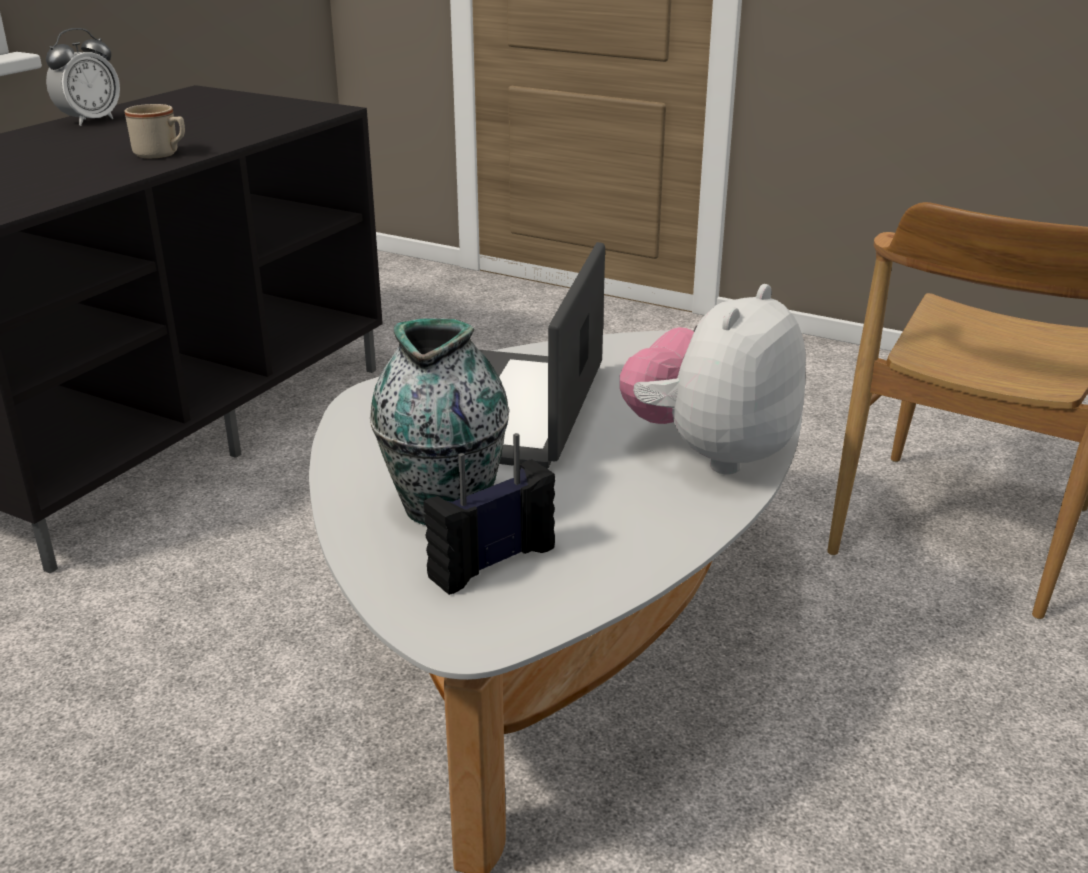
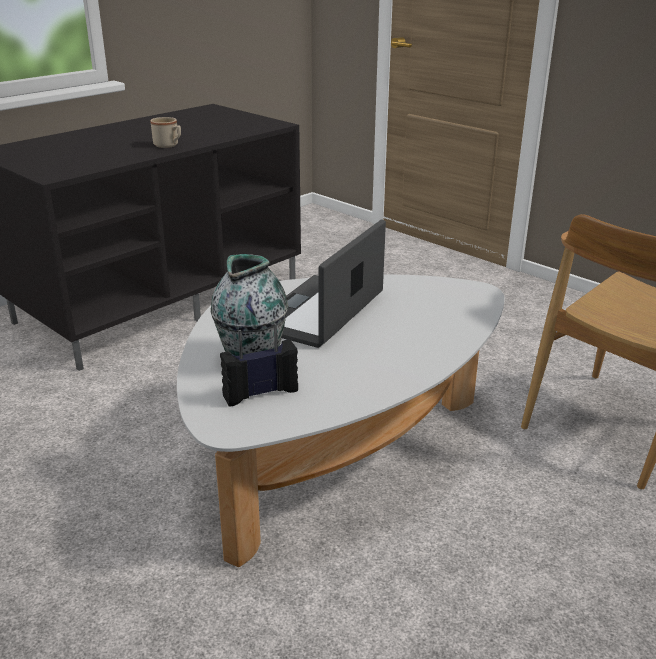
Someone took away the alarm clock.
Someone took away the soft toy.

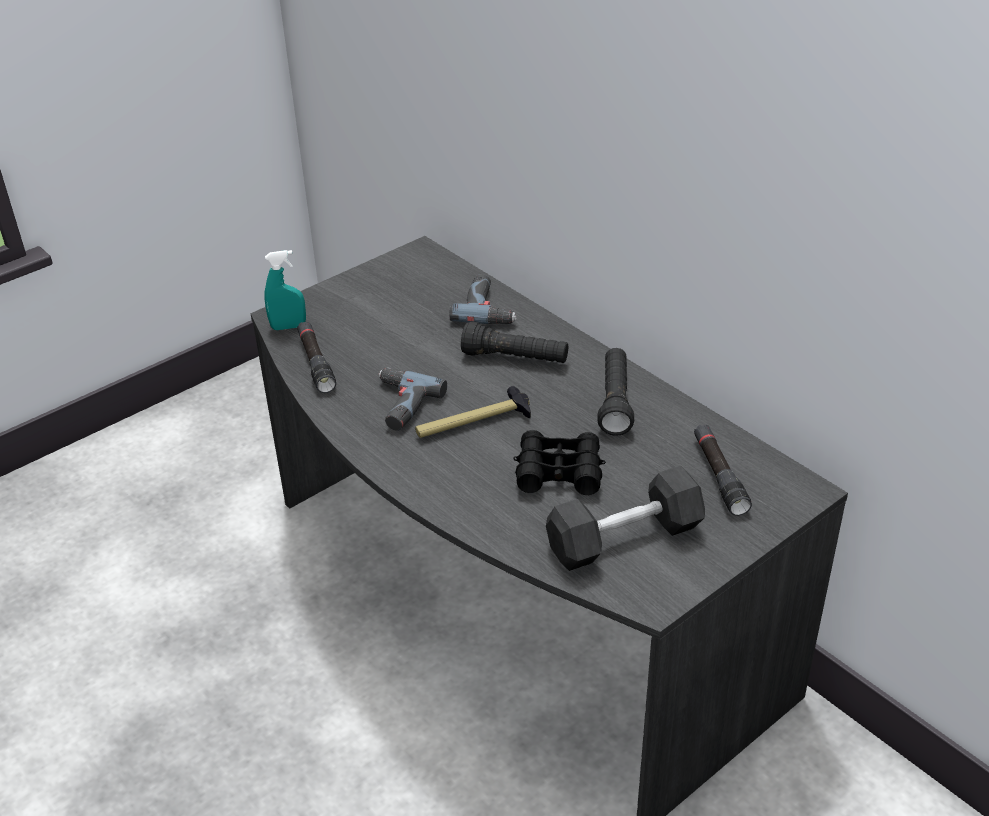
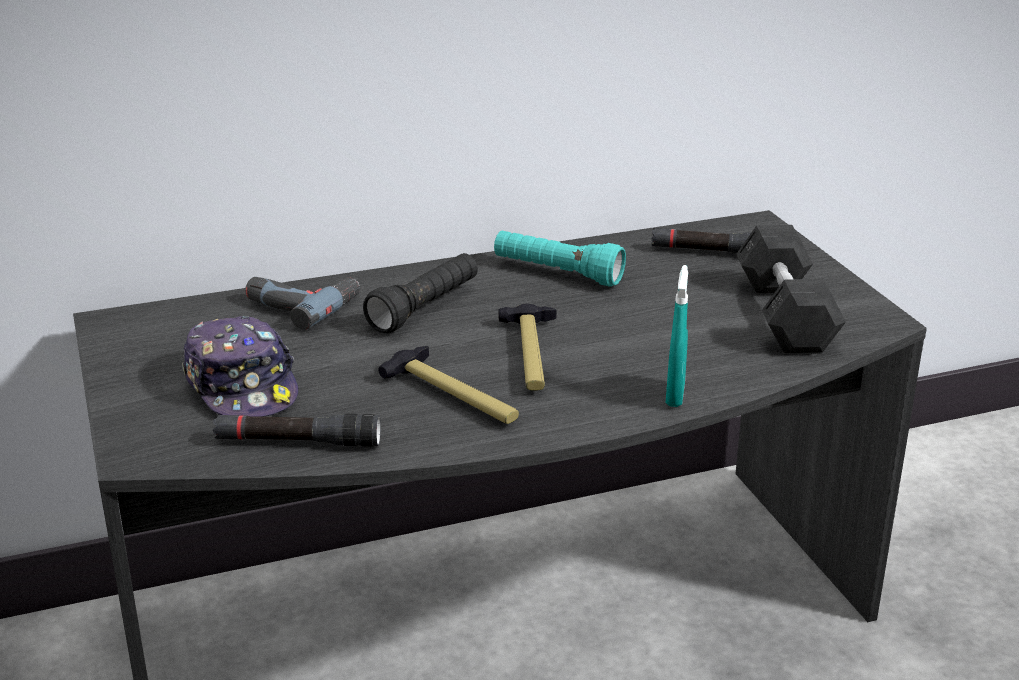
Someone carried the blue-green sprayer.
Someone swapped the drill (1st from left) for the hammer (1st from left).
Someone took away the black field glasses.
Someone repainted the black flashlight (3rd from left), which became the blue-green flashlight.
Someone put down the baseball cap.

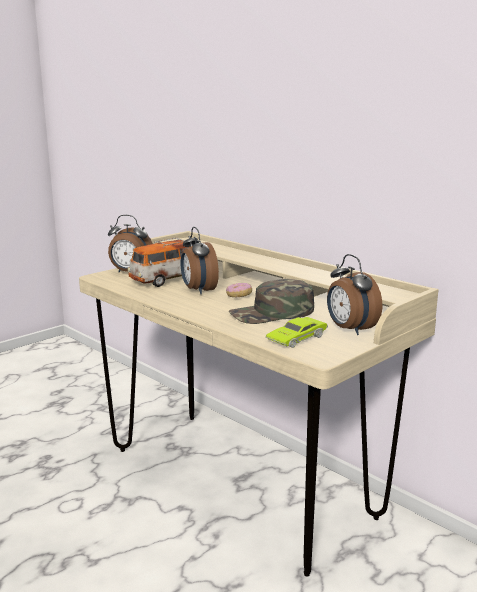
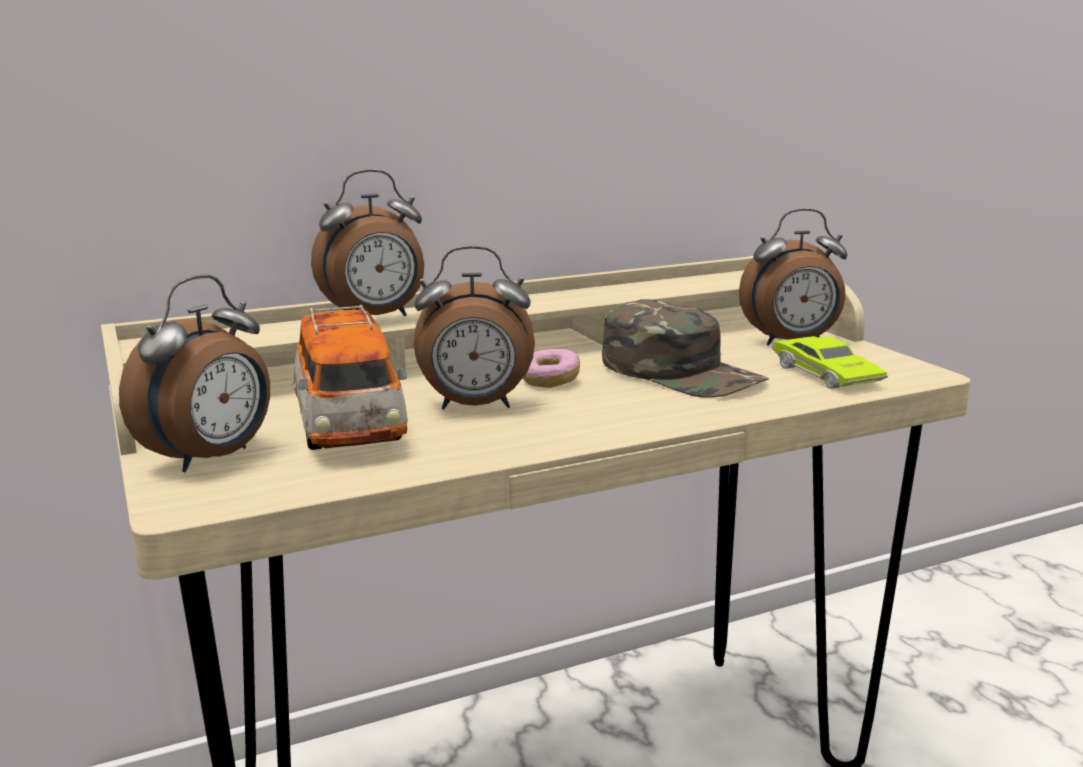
Someone rotated the green baseball cap by 45 degrees counterclockwise.
Someone put down the alarm clock (2nd from left).

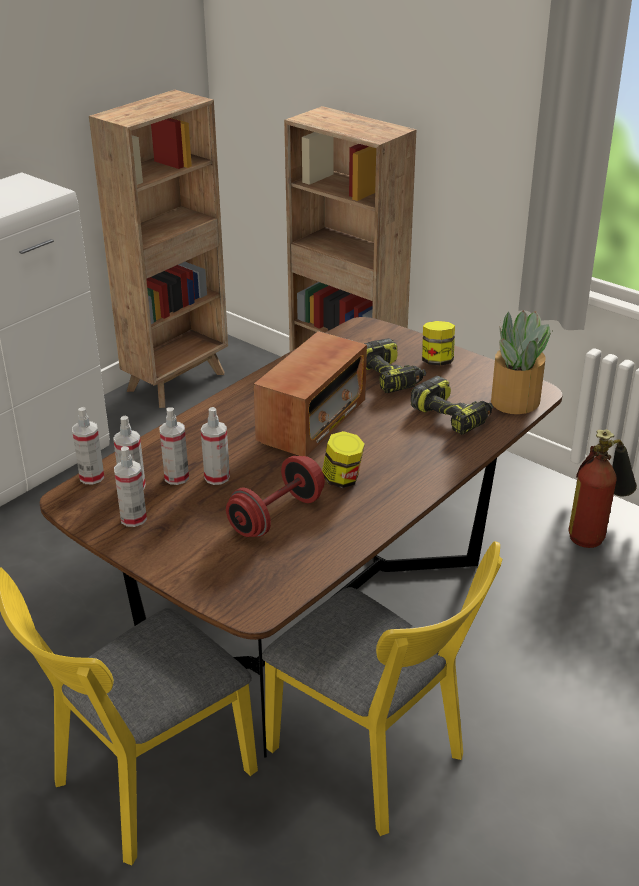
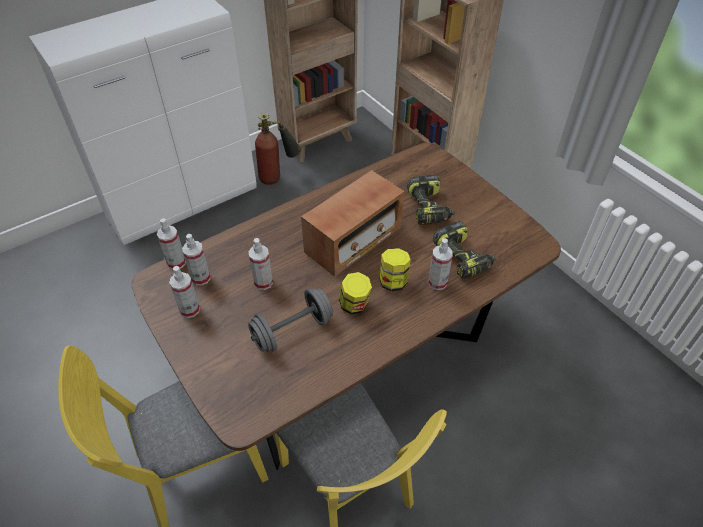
Someone carried the sprayer (4th from left in the first image).
Someone repainted the red-coloured free weight, which became the grey free weight.
Someone carried the storage jar (2nd from left).
Someone took away the plant in a pot.
Someone carried the fire-fighting cylinder.

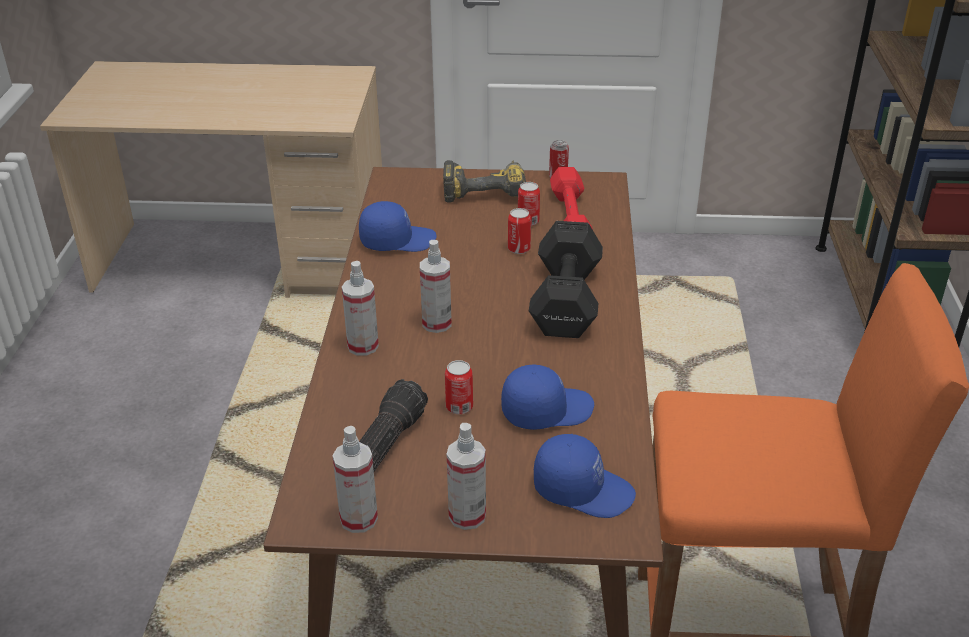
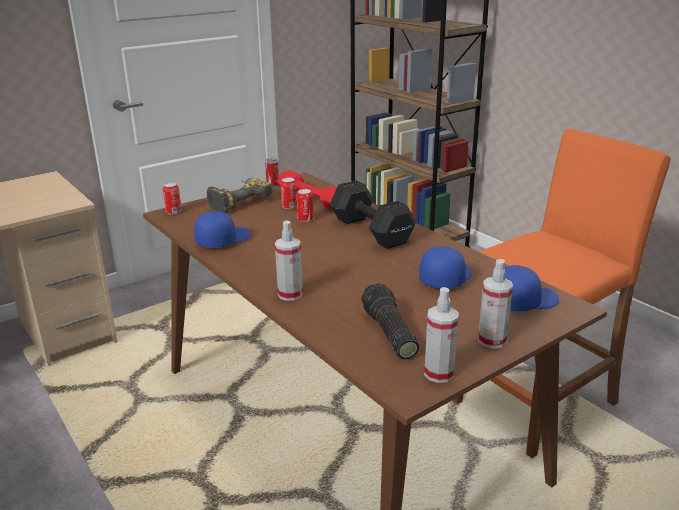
Someone took away the sprayer (3rd from left).
Someone carried the can (1st from left).

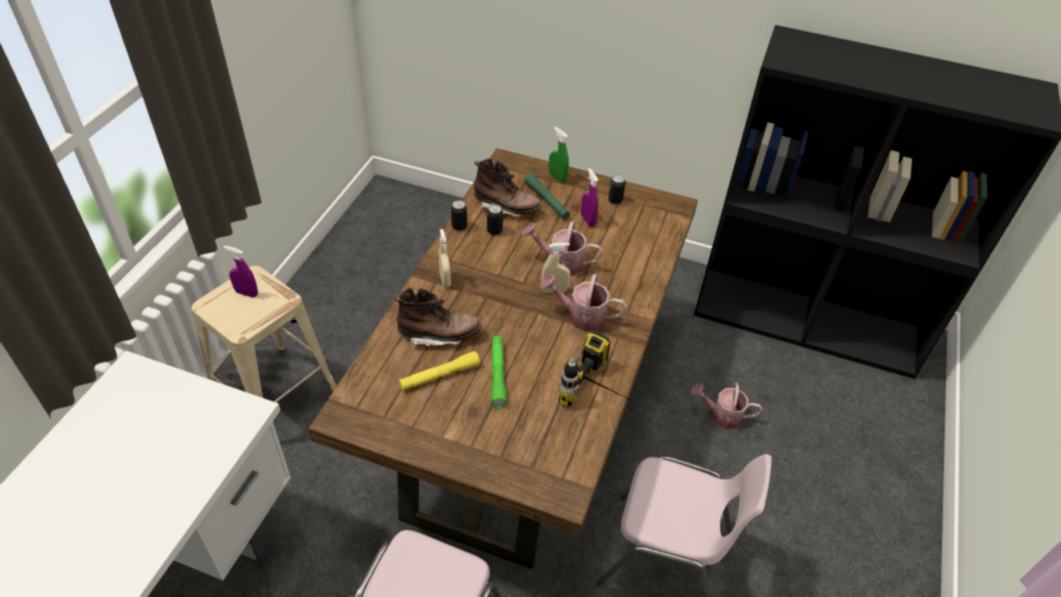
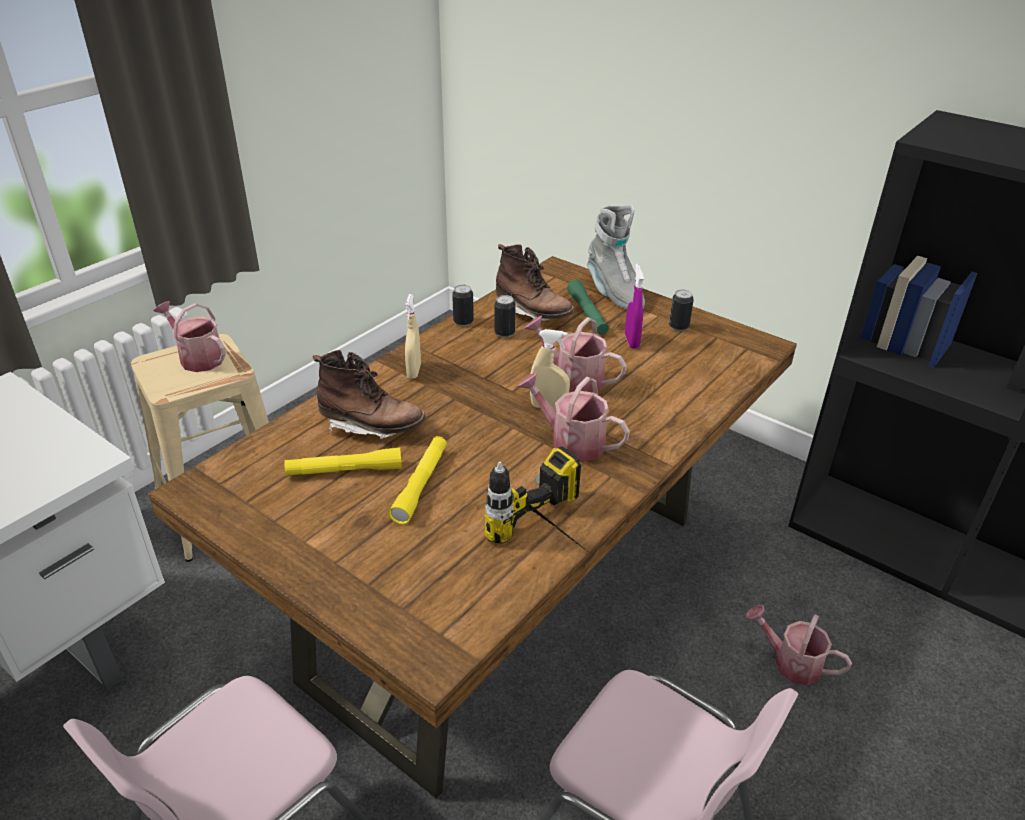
Someone swapped the purple sprayer (1st from left) for the sprinkling can (1st from left).
Someone repainted the green flashlight (1st from left), which became the yellow flashlight (2nd from left).
Someone swapped the green sprayer for the grey high-top boot.

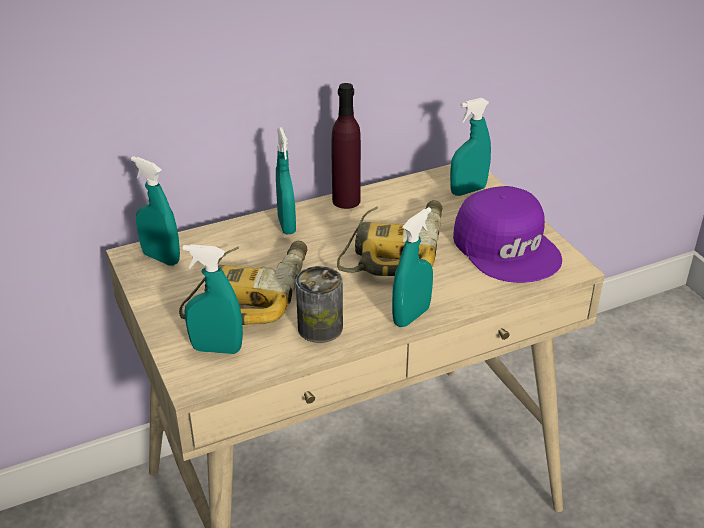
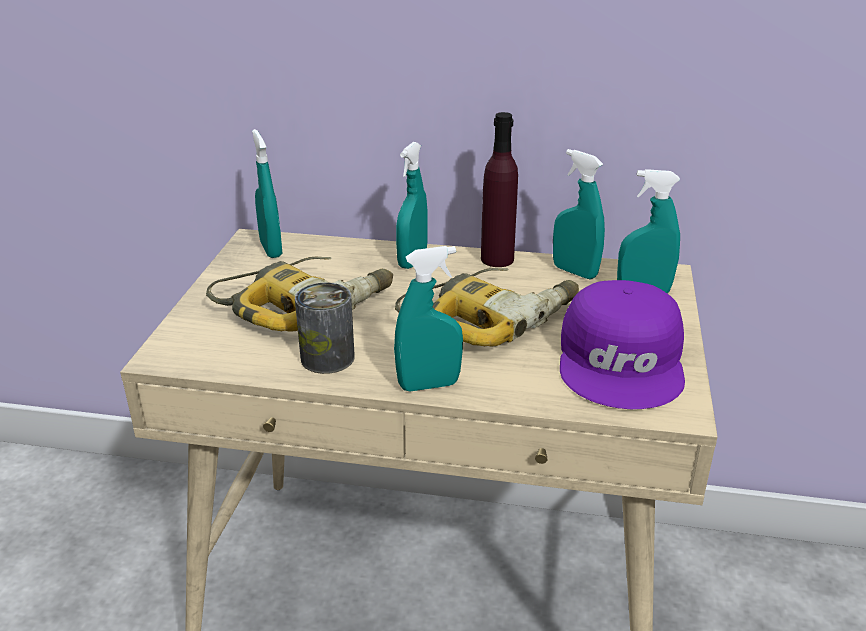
Someone carried the blue-green sprayer (2nd from left in the first image).

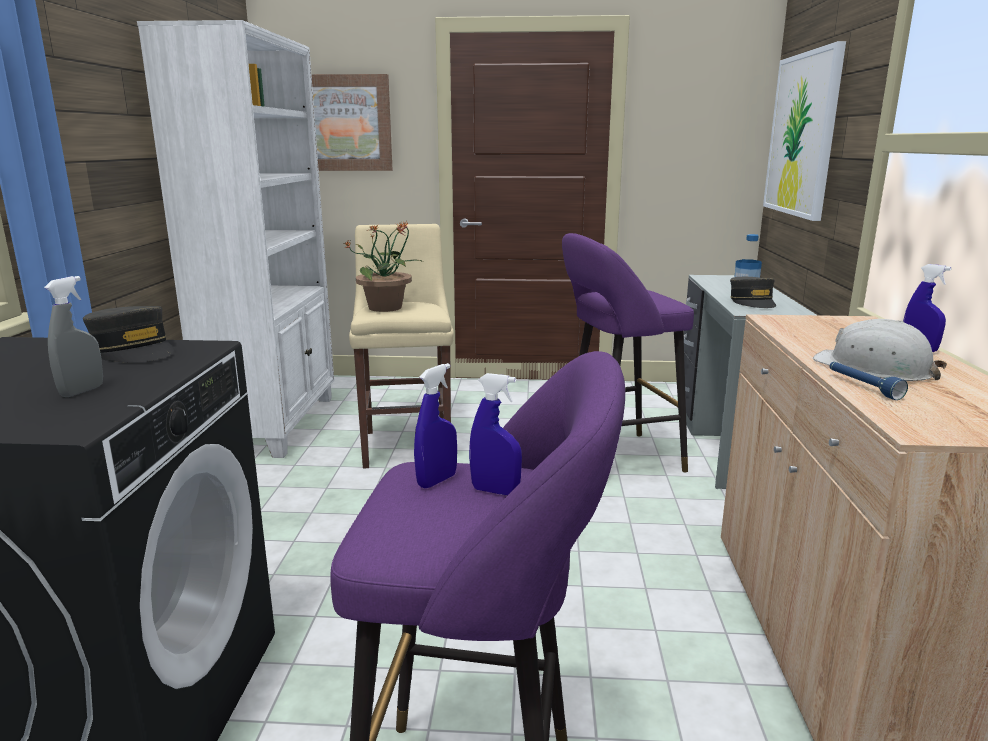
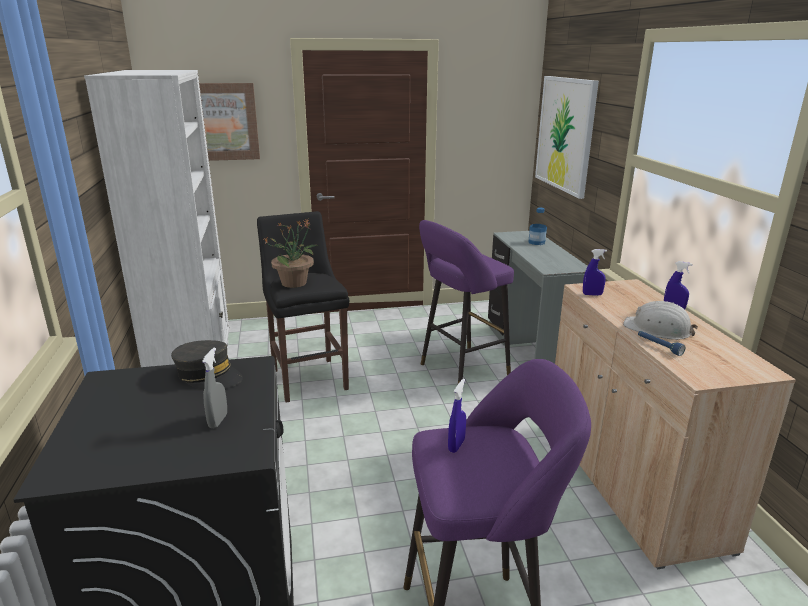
Someone repainted the beige stool seat, which became the black stool seat.
Someone carried the blue-coloured sprayer (2nd from left).
Someone took away the grey baseball cap (2nd from left).

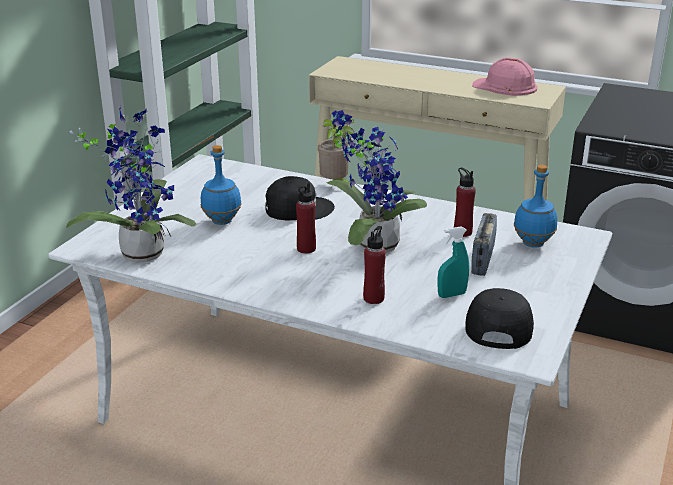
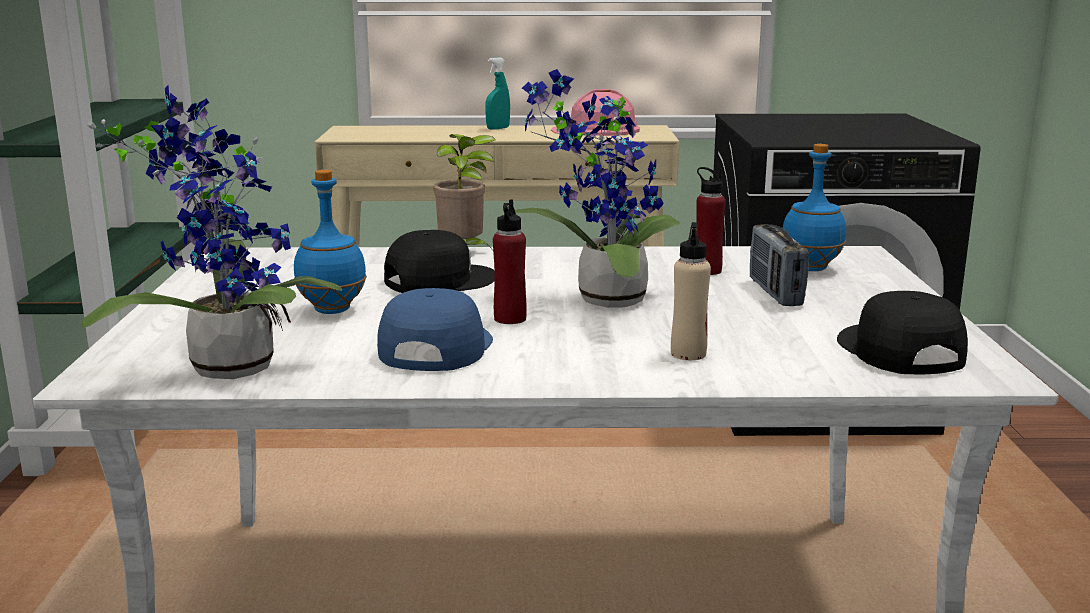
Someone repainted the red-coloured beverage bottle (2nd from left), which became the beige beverage bottle.
Someone carried the blue-green sprayer.
Someone put down the blue-coloured baseball cap.

